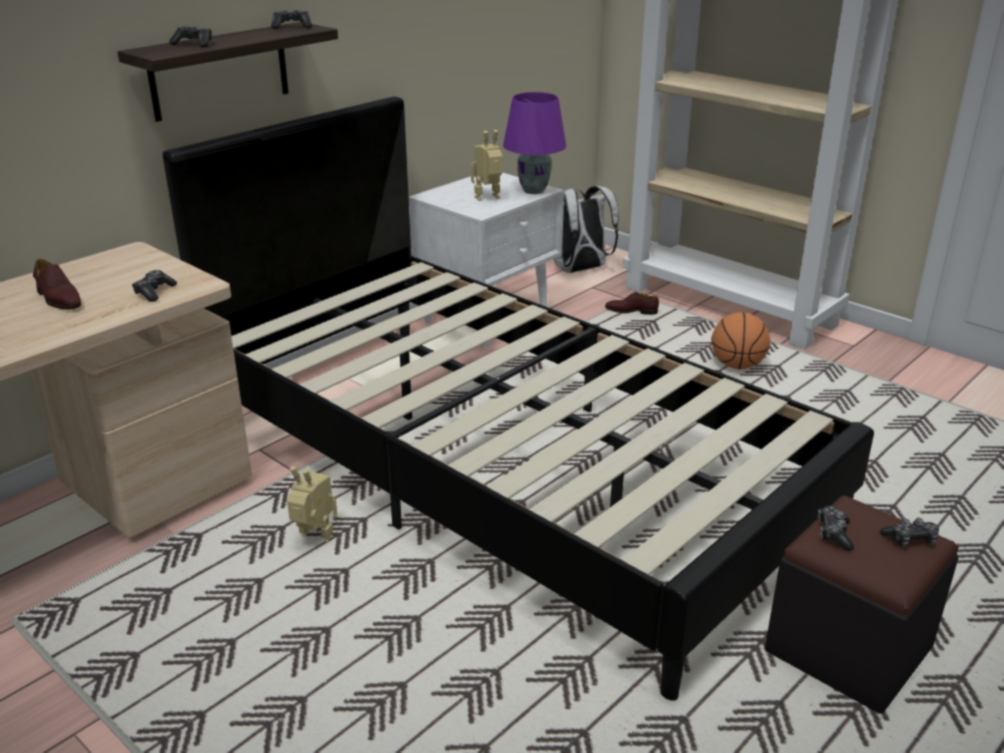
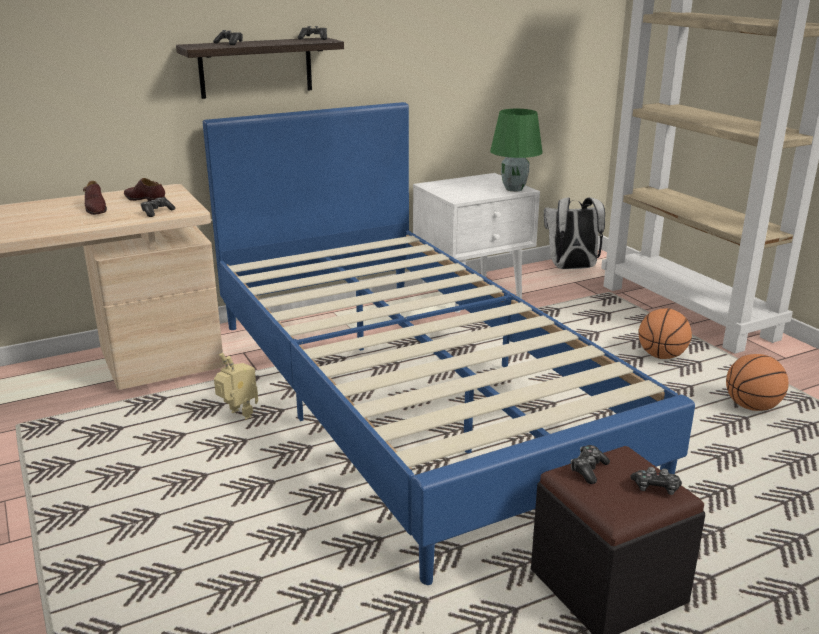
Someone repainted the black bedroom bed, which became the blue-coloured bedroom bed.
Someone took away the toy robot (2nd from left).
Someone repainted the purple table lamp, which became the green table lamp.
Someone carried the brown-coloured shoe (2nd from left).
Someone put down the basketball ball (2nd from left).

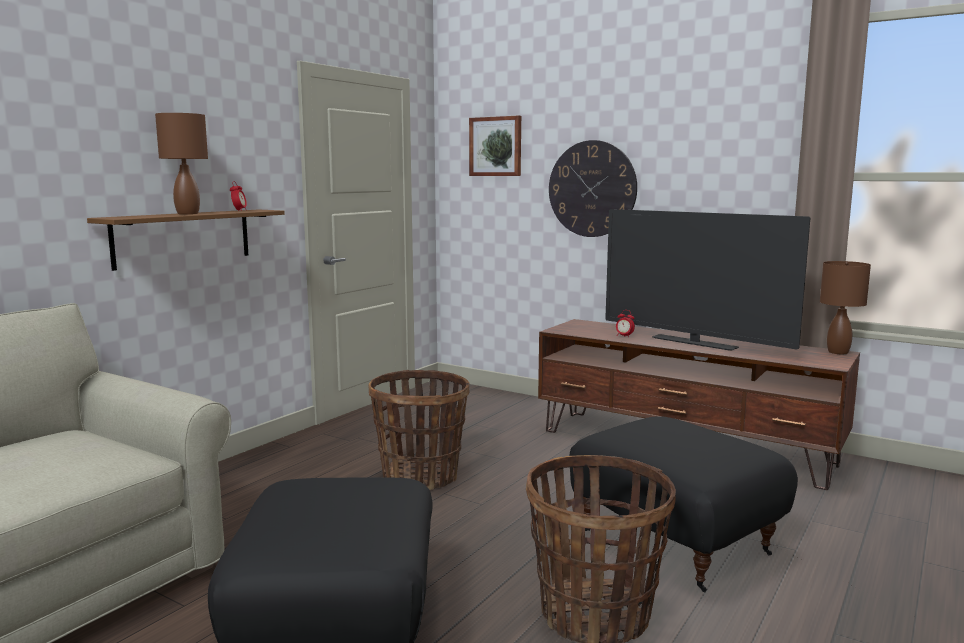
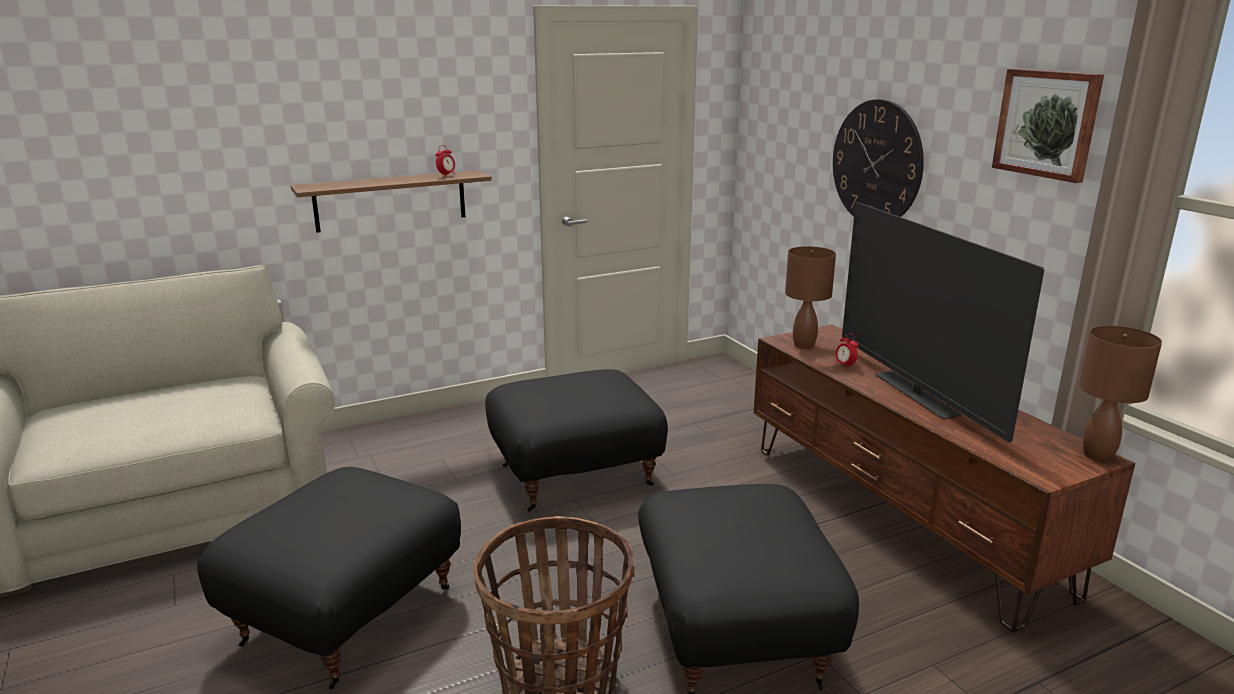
Someone carried the brown-coloured table lamp (1st from left).
Someone swapped the basket (1st from left) for the black footrest (2nd from left).
Someone carried the wall picture.

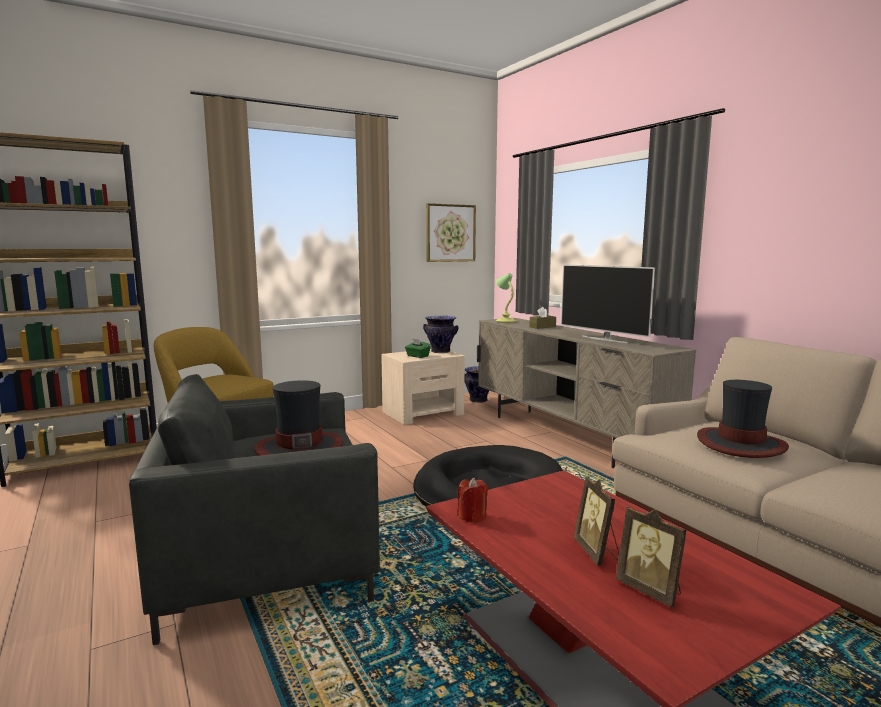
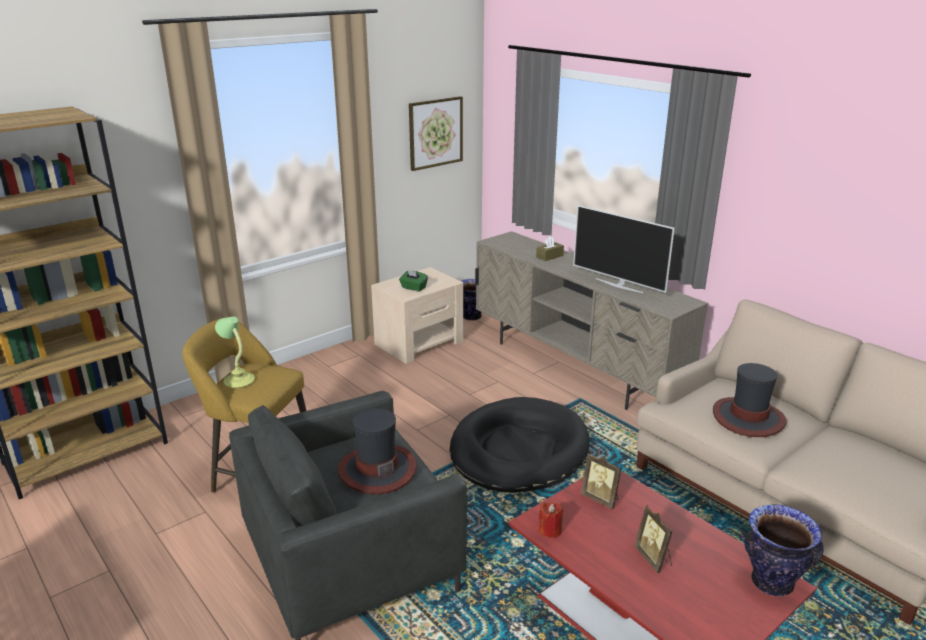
Someone carried the flower vase (1st from left in the first image).
Someone carried the table lamp.
Someone carried the picture frame (2nd from left in the first image).

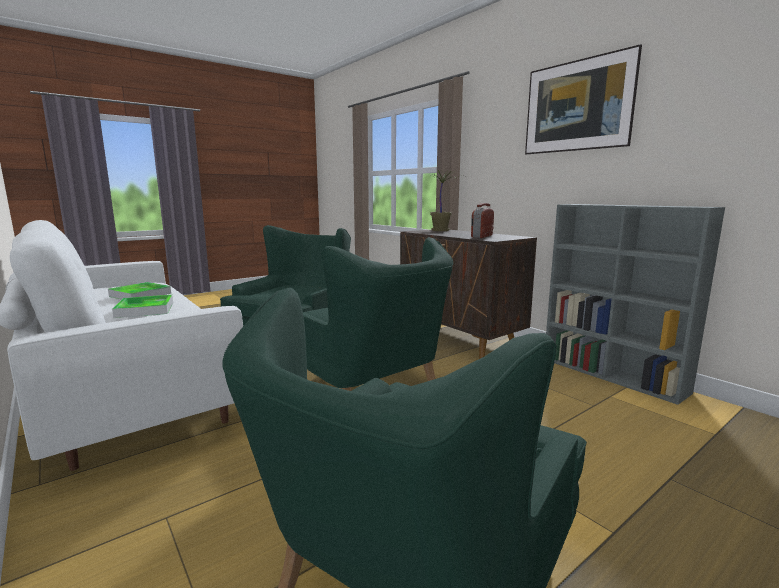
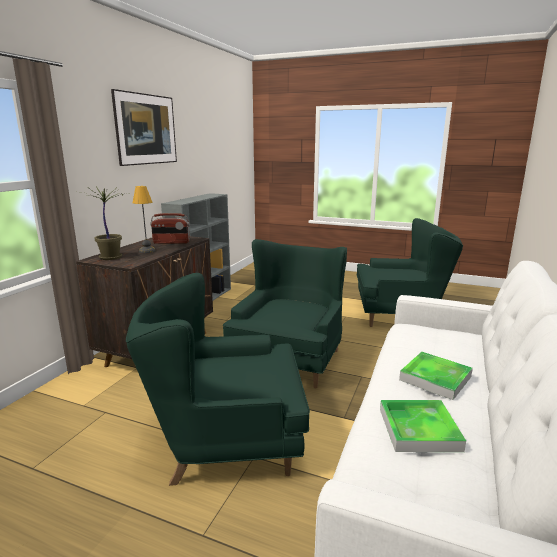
Someone put down the table lamp.

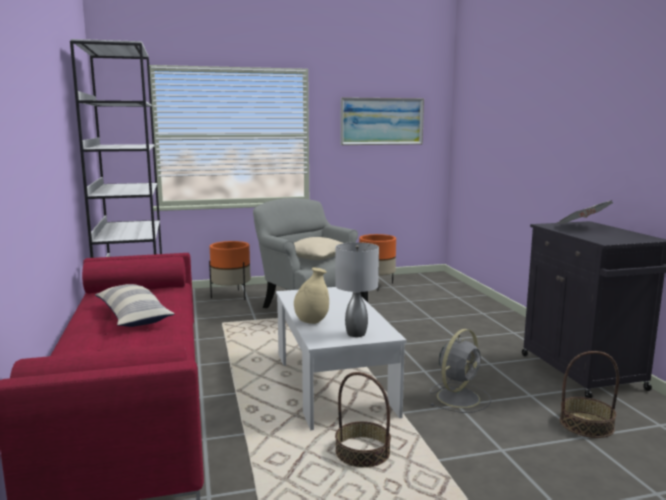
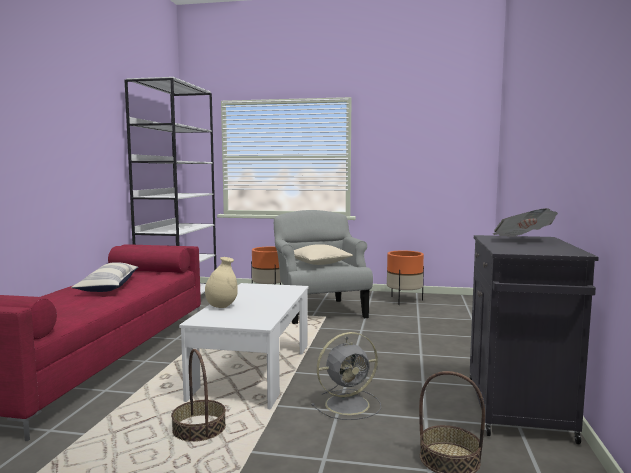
Someone took away the grey table lamp.
Someone took away the wall picture.

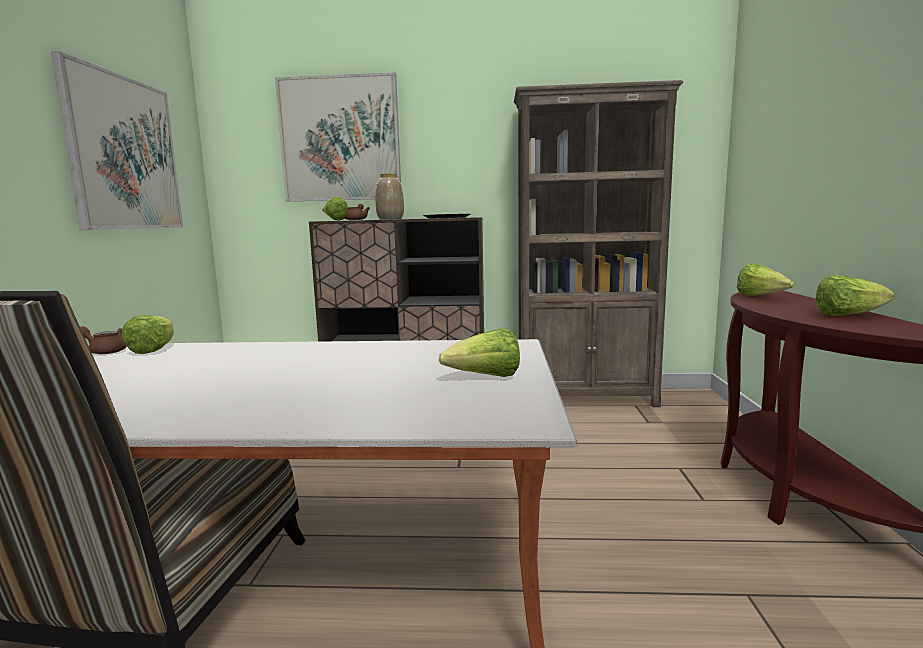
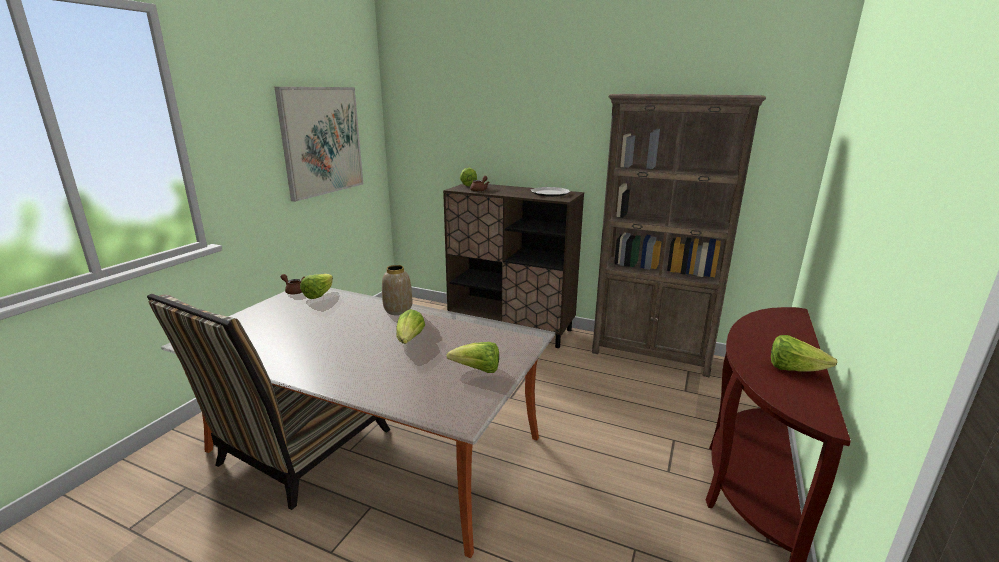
Someone took away the wall picture (2nd from left).
Someone carried the flower vase.
Someone carried the lettuce head (4th from left in the first image).

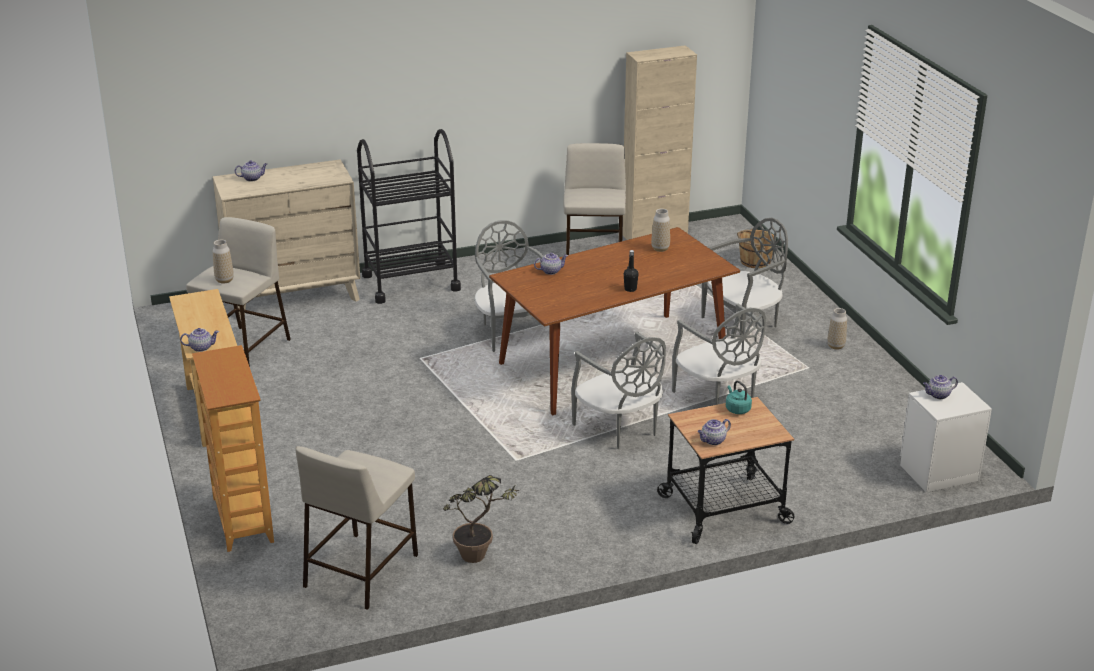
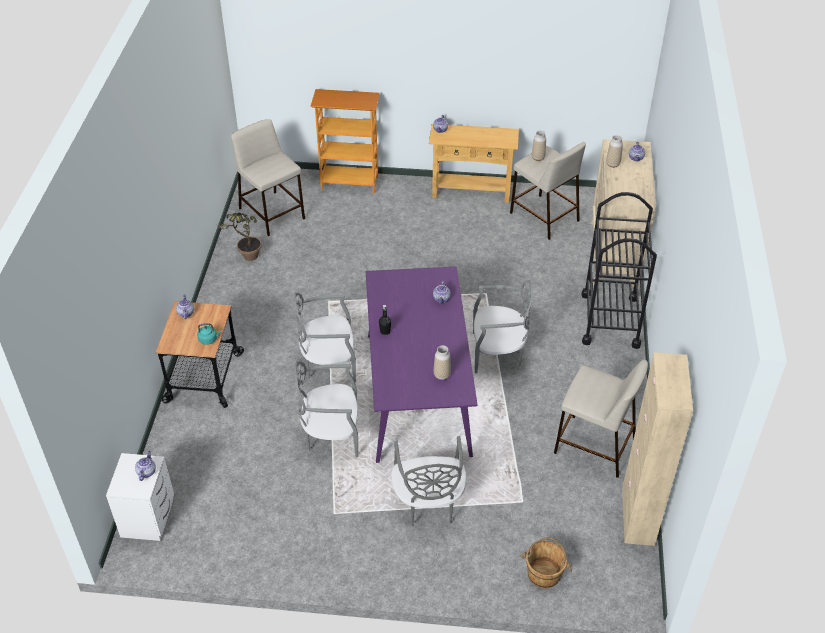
Someone repainted the brown-coloured dinner table, which became the purple dinner table.
Someone carried the flower vase (3rd from left).

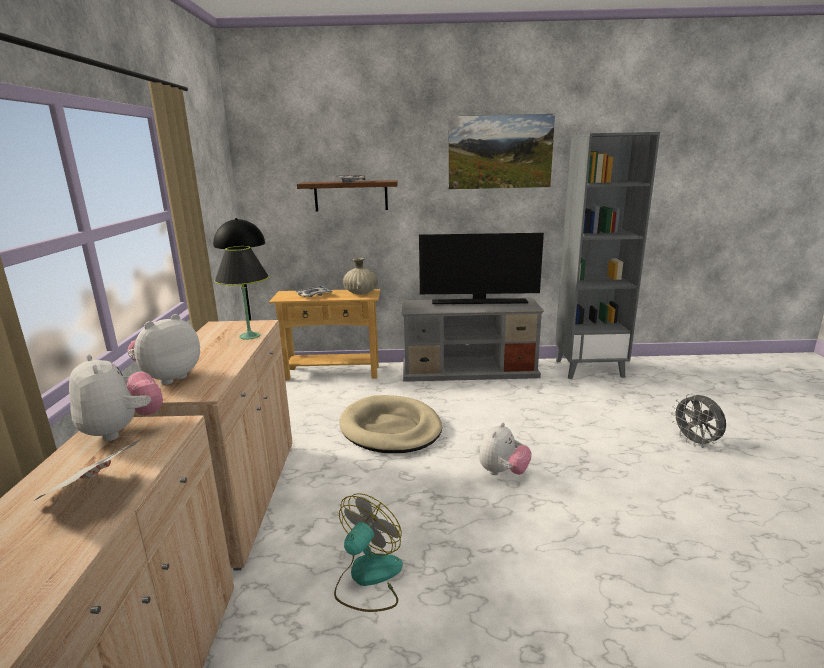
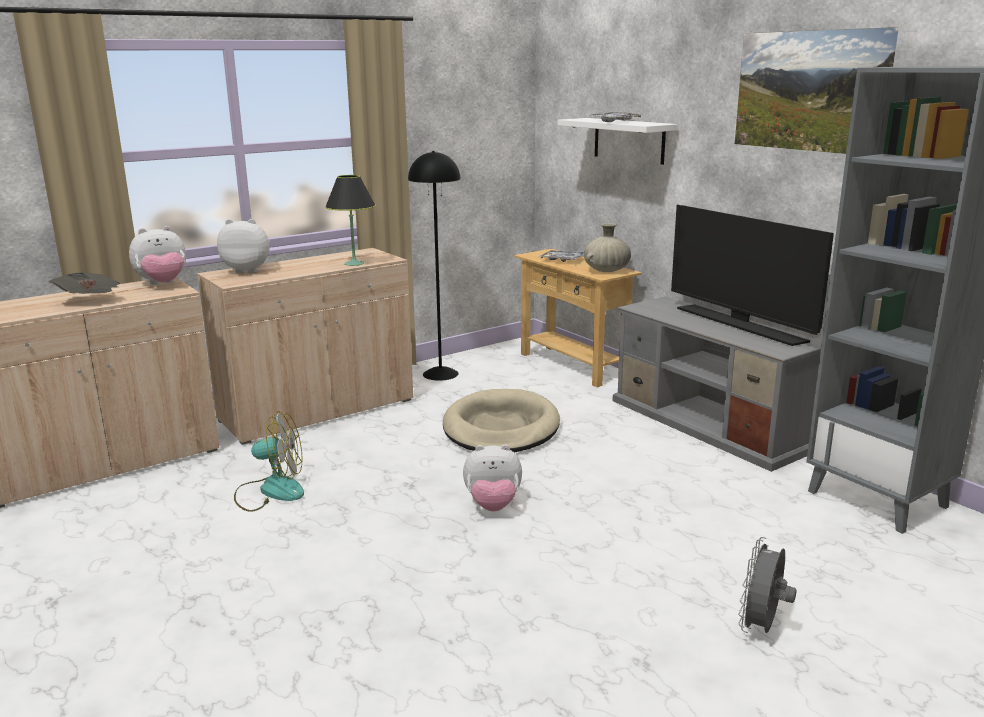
Someone rotated the soft toy (1st from left) by 45 degrees clockwise.
Someone repainted the brown-coloured bracket shelf, which became the white-coloured bracket shelf.

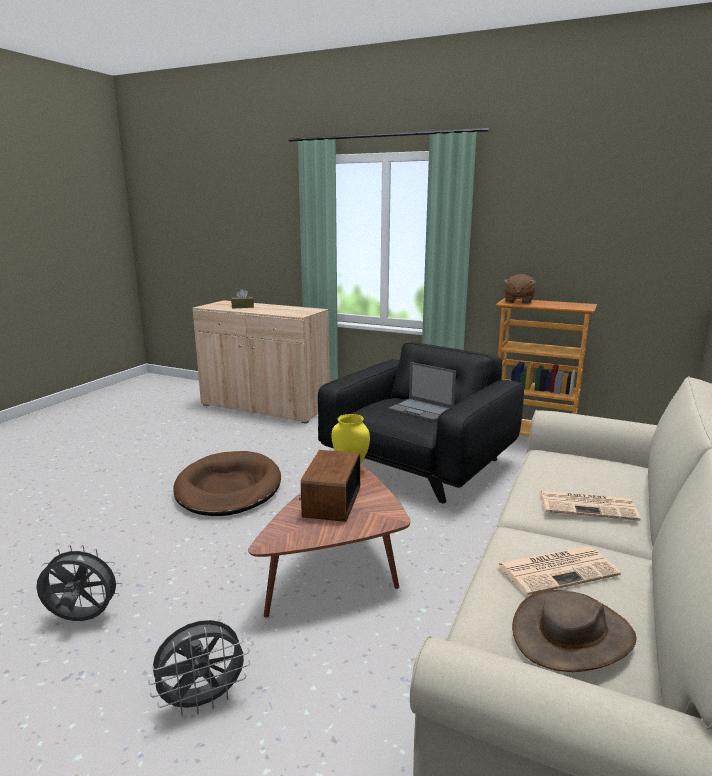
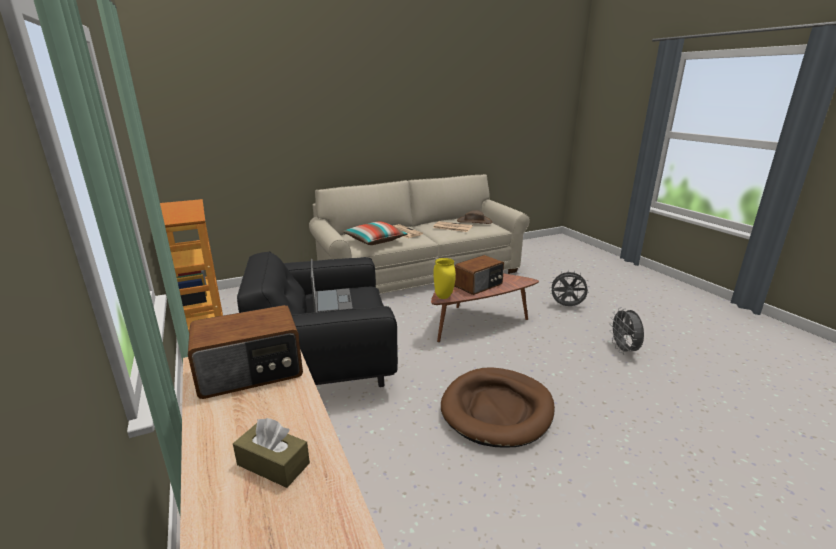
Someone rotated the grey fan (1st from left in the first image) by 45 degrees clockwise.
Someone took away the brown-coloured soft toy.
Someone put down the radio set (1st from left).
Someone put down the throw pillow.

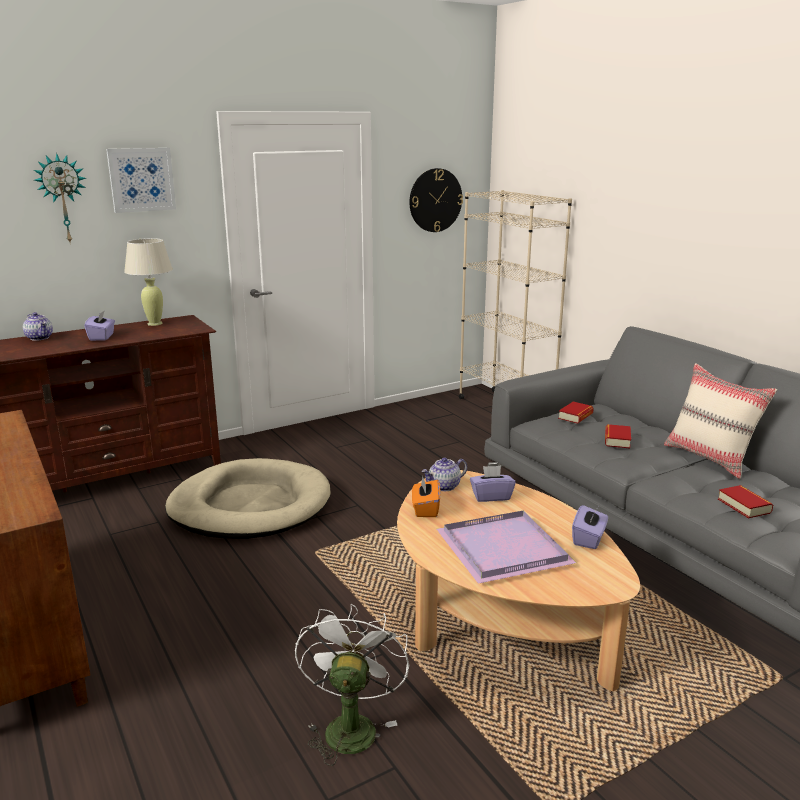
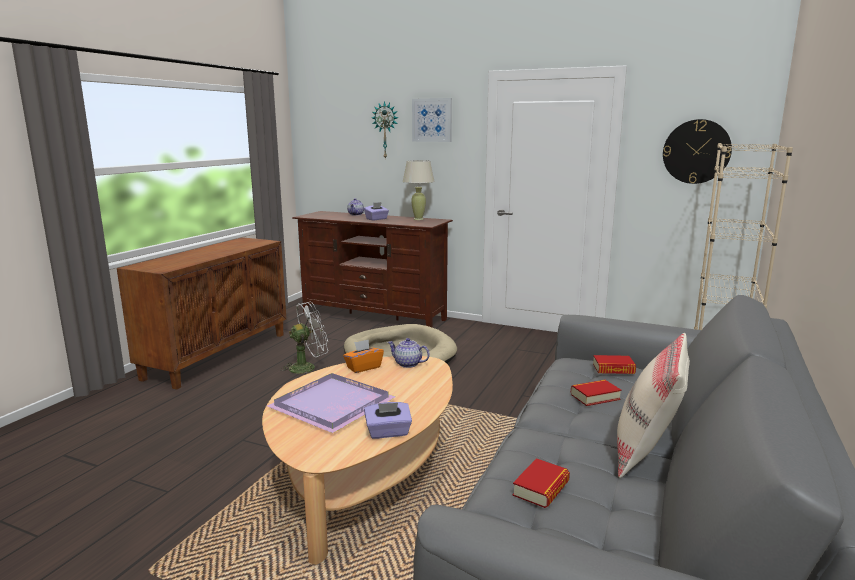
Someone carried the white-coloured fan.
Someone took away the purple tissue box (2nd from left).

